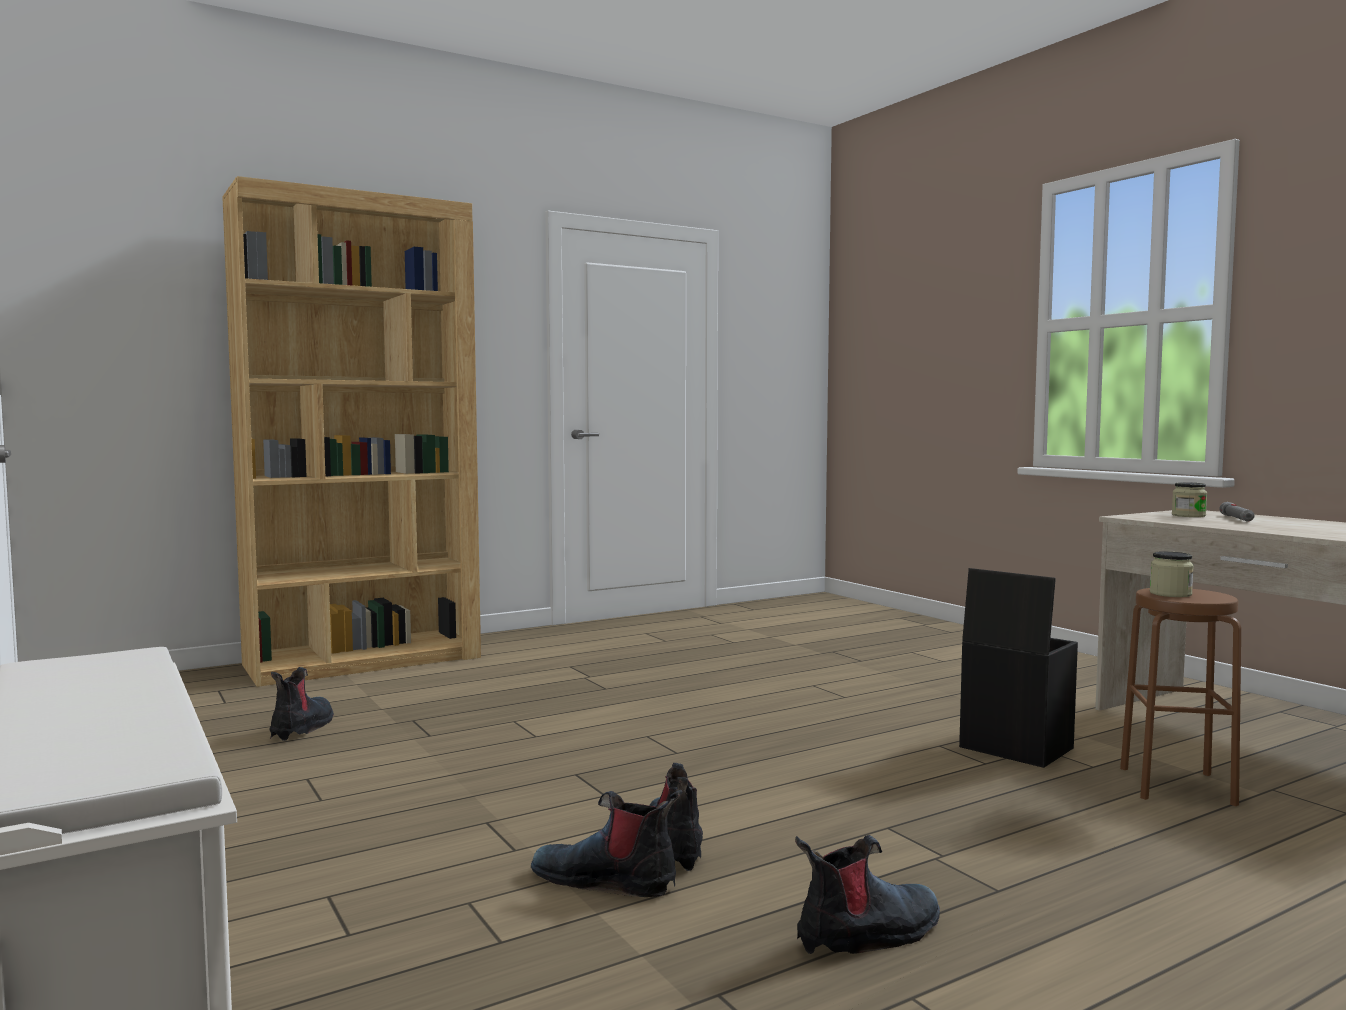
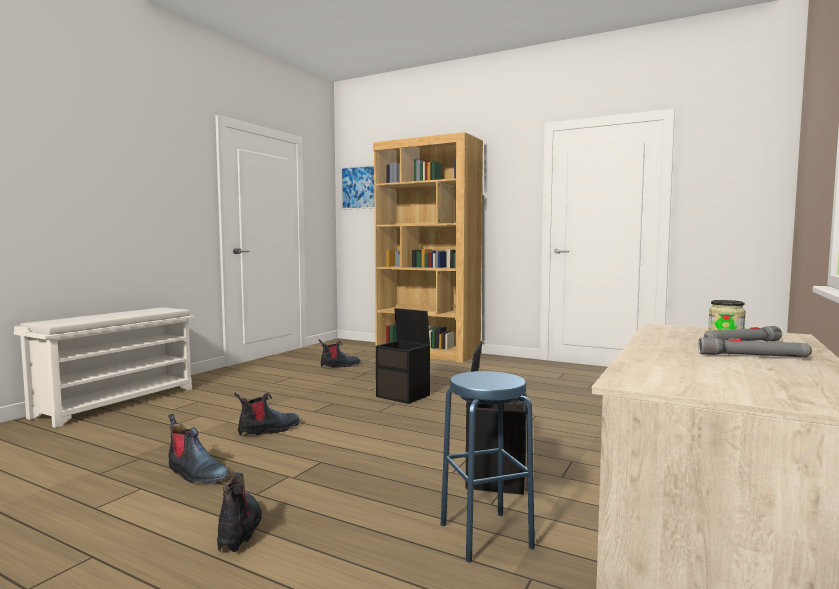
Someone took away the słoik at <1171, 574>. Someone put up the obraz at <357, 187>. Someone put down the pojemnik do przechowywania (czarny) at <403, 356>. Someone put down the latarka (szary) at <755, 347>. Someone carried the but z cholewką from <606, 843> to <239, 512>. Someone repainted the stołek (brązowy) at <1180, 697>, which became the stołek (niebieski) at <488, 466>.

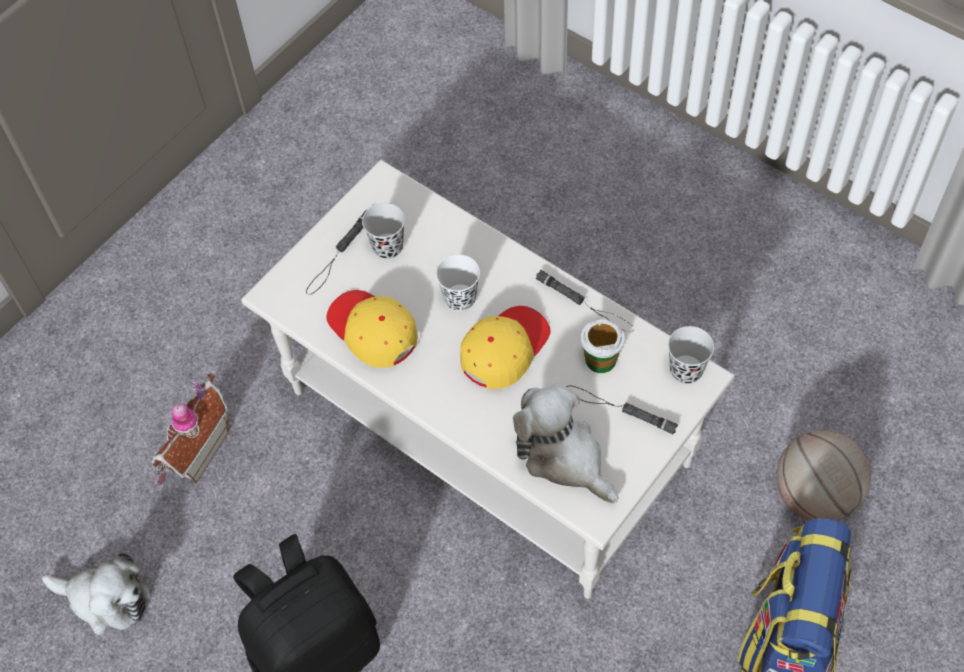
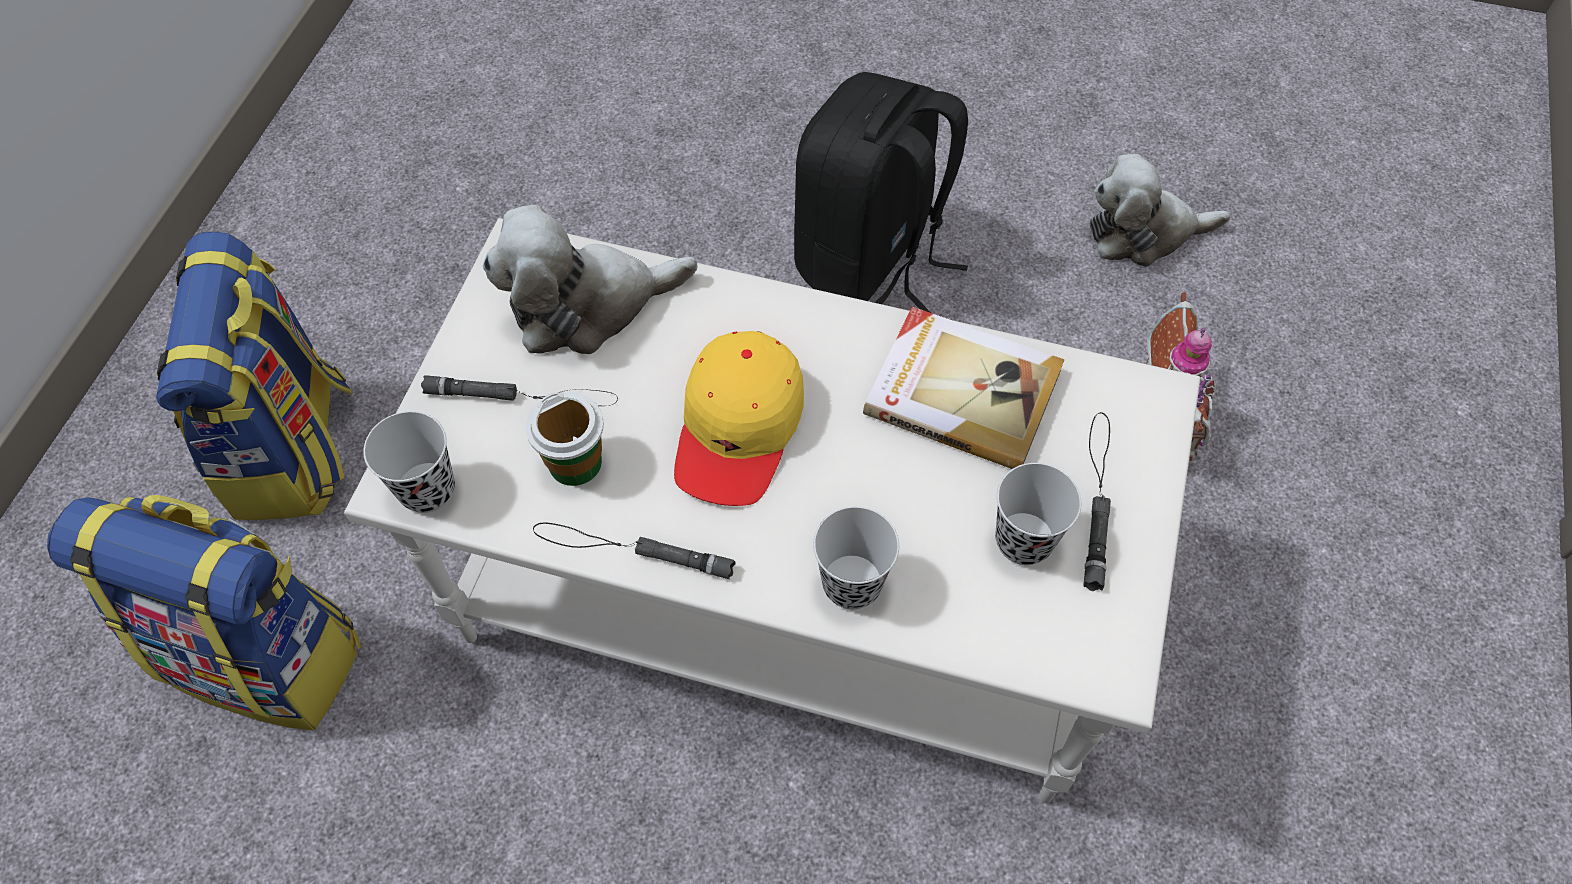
Someone took away the filiżanka (biały) at <458, 283>. Someone put down the filiżanka (czarny) at <856, 557>. Someone swapped the czapka z daszkiem (żółty) at <372, 329> for the książka at <964, 388>. Someone swapped the piłka do koszykówki at <823, 475> for the plecak at <204, 613>. Someone rotated the pluszak at <566, 443> by 135 degrees clockwise.

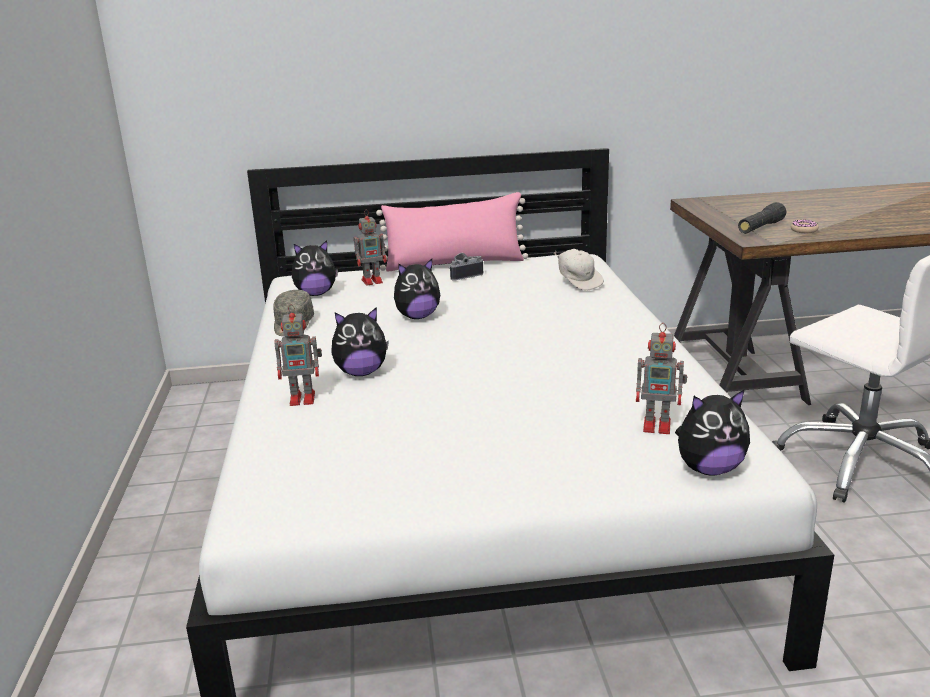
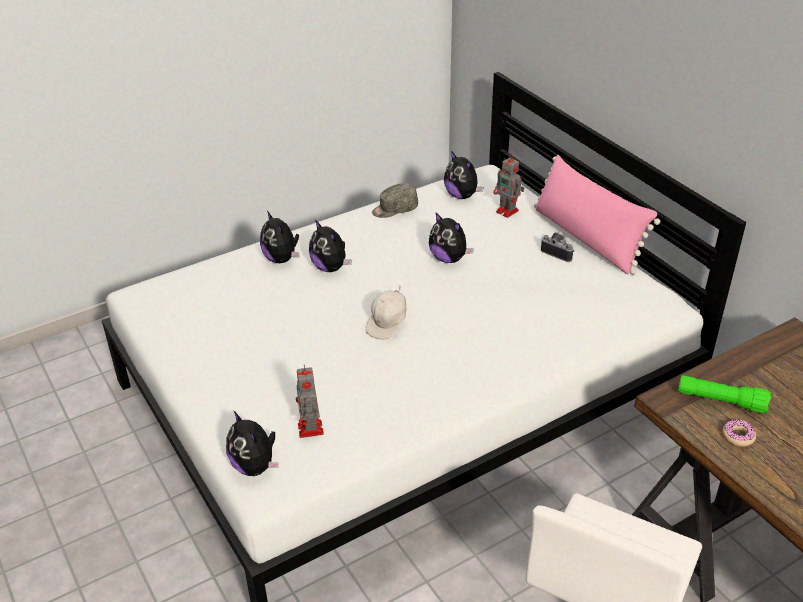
Someone carried the czapka z daszkiem (biały) from <579, 270> to <386, 313>. Someone swapped the robot zabawkowy at <298, 355> for the pluszak at <279, 237>. Someone repainted the latarka (czarny) at <762, 218>, which became the latarka (zielony) at <724, 394>.

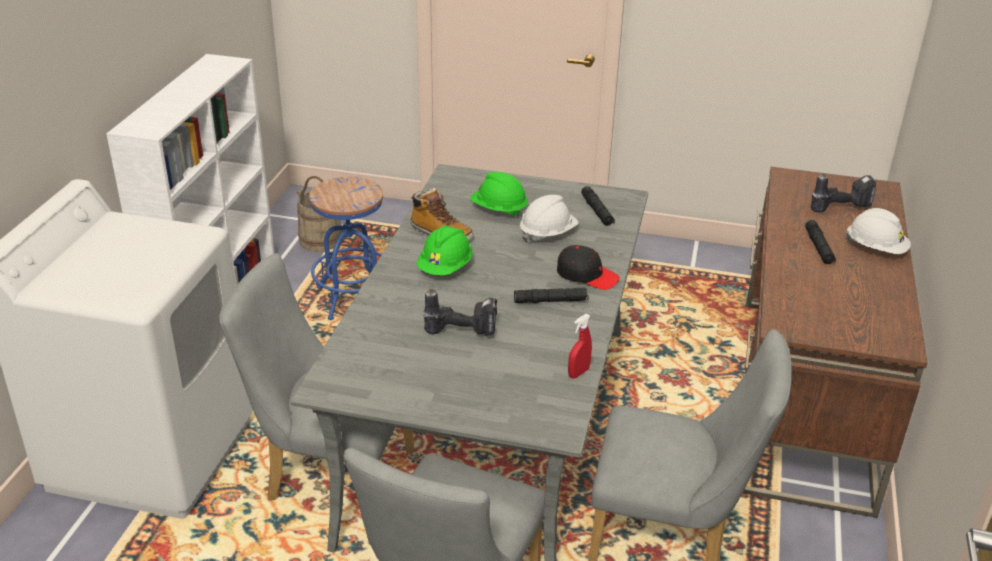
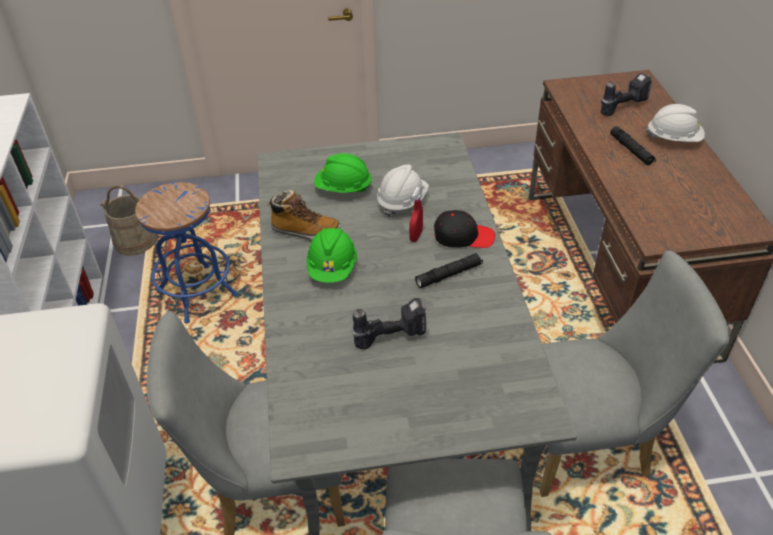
Someone took away the latarka (czarny) at <598, 206>. Someone carried the spryskiwacz (czerwony) from <580, 346> to <416, 214>.

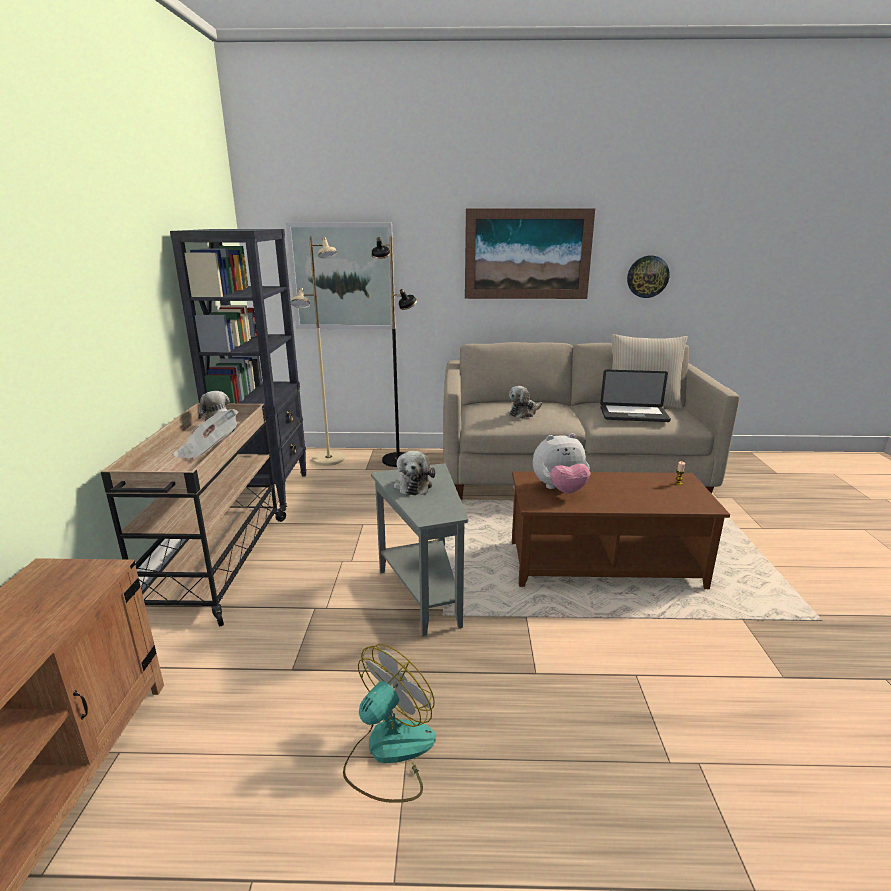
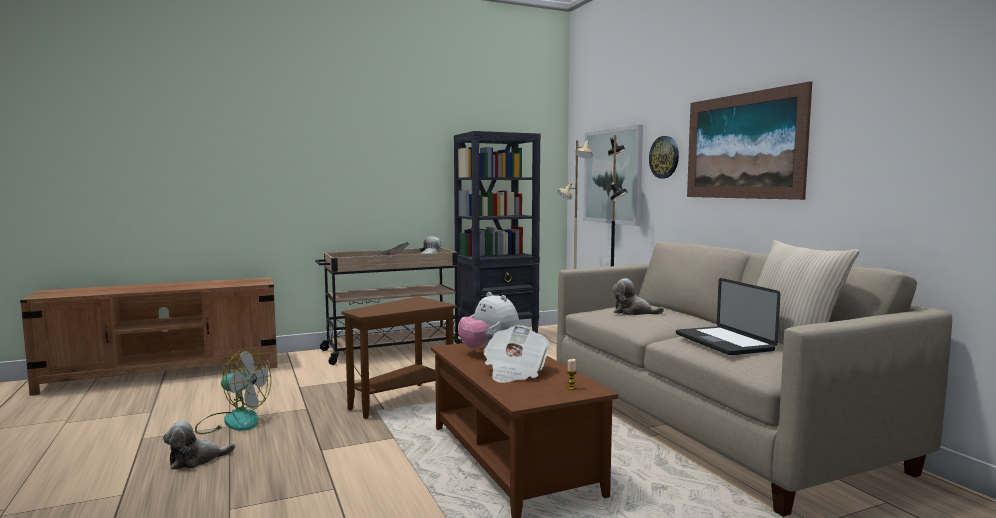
Someone put down the gazeta at <517, 354>. Someone carried the pluszak from <414, 473> to <199, 445>. Someone carried the zegar ścienny from <648, 277> to <664, 157>. Someone repainted the stolik (szary) at <419, 549>, which became the stolik (brązowy) at <399, 357>.

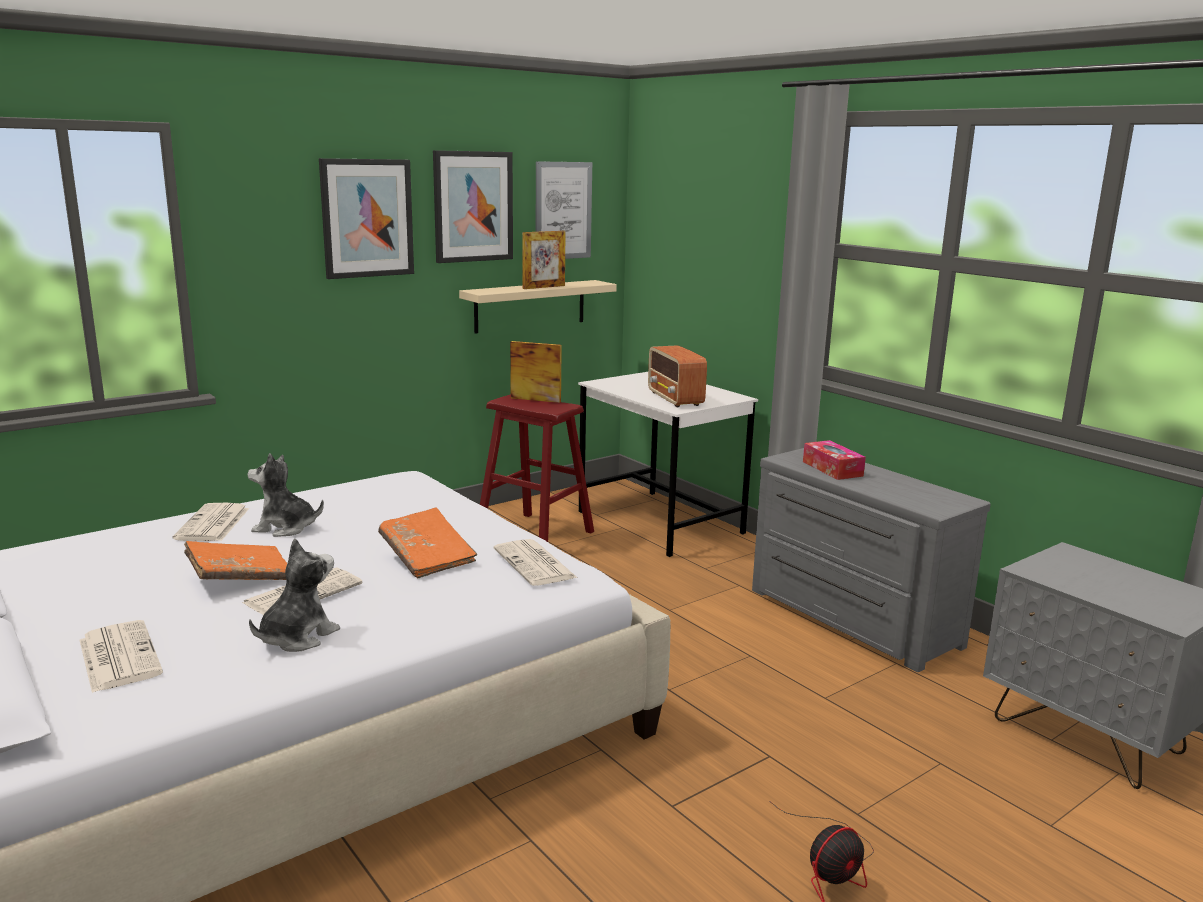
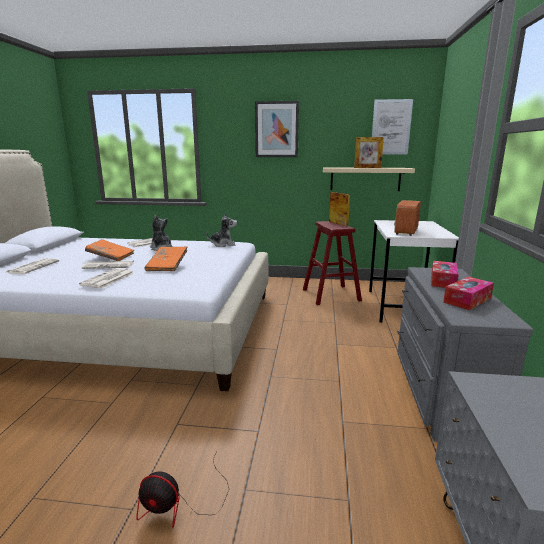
Someone took away the obraz at <473, 206>. Someone put down the pudełko chusteczek at <468, 293>. Someone carried the pluszak from <294, 595> to <221, 229>. Someone carried the gazeta from <536, 562> to <106, 278>.

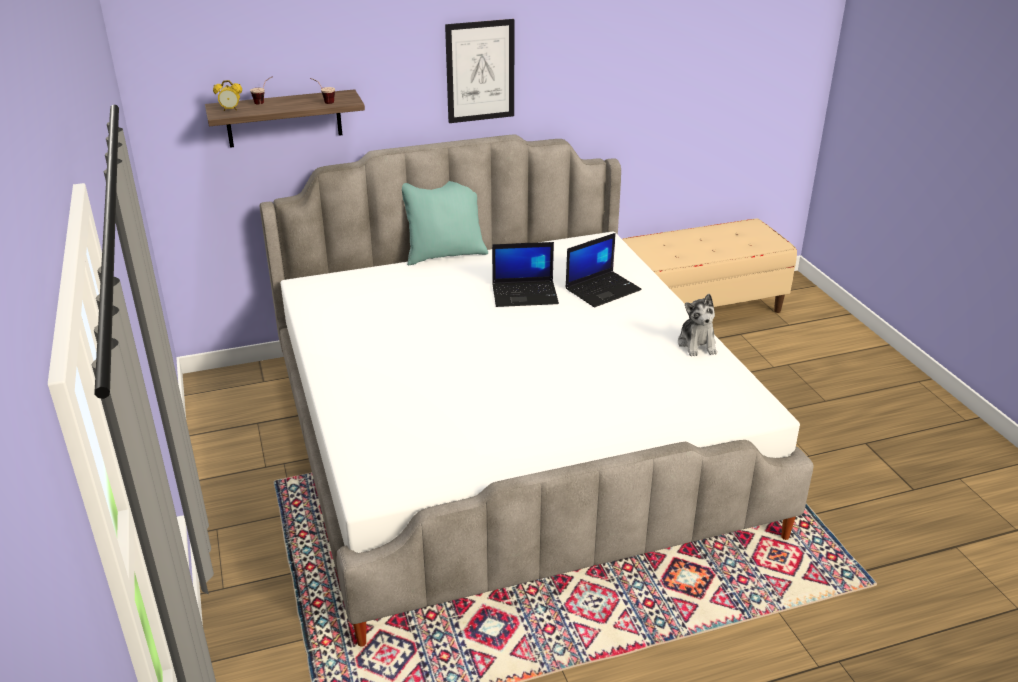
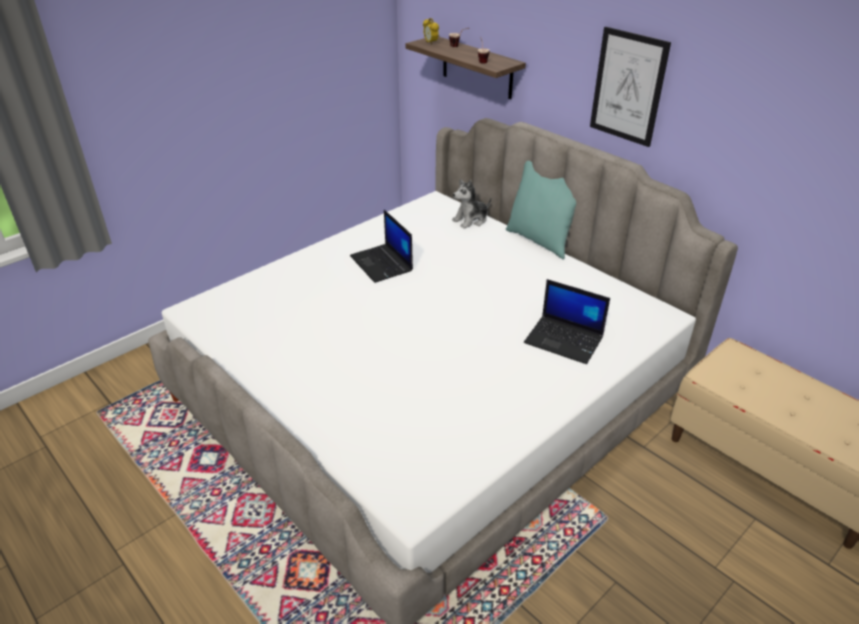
Someone carried the laptop from <525, 274> to <381, 246>. Someone carried the pluszak from <697, 325> to <471, 204>.

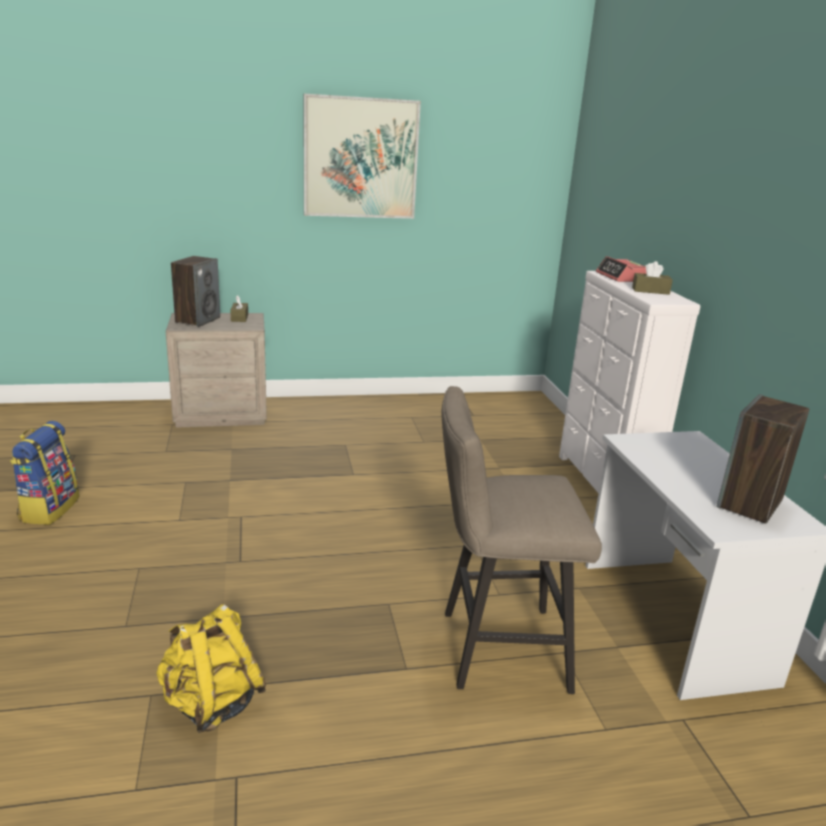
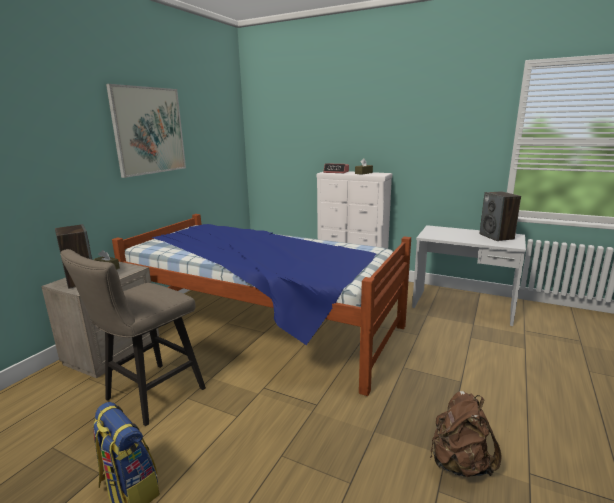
Someone put down the łóżko at <261, 305>. Someone carried the stołek (beżowy) from <521, 540> to <133, 337>. Someone repainted the plecak (żółty) at <211, 668>, which became the plecak (brązowy) at <466, 434>.

